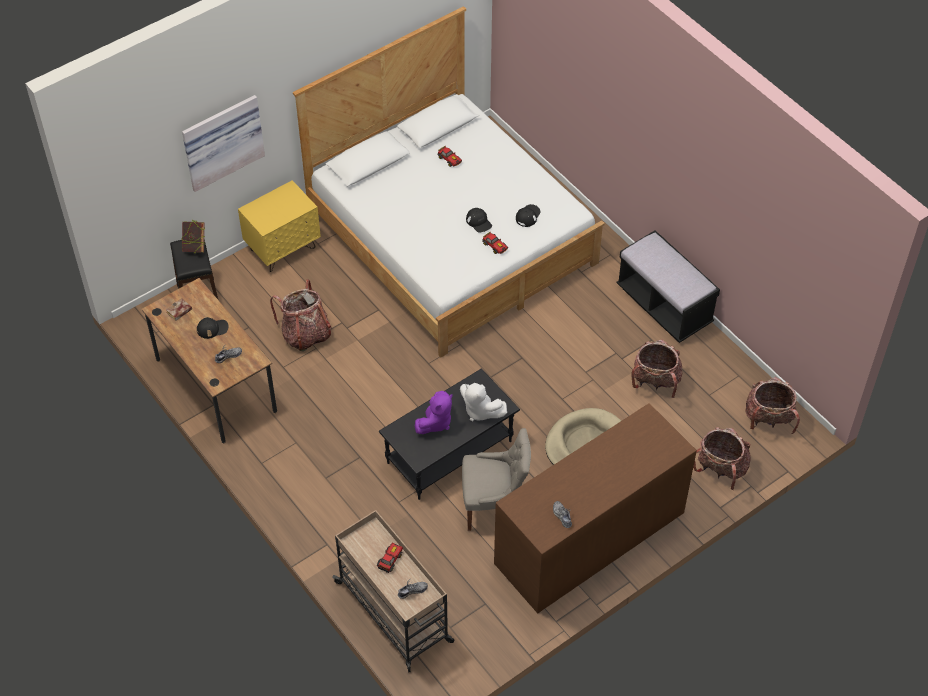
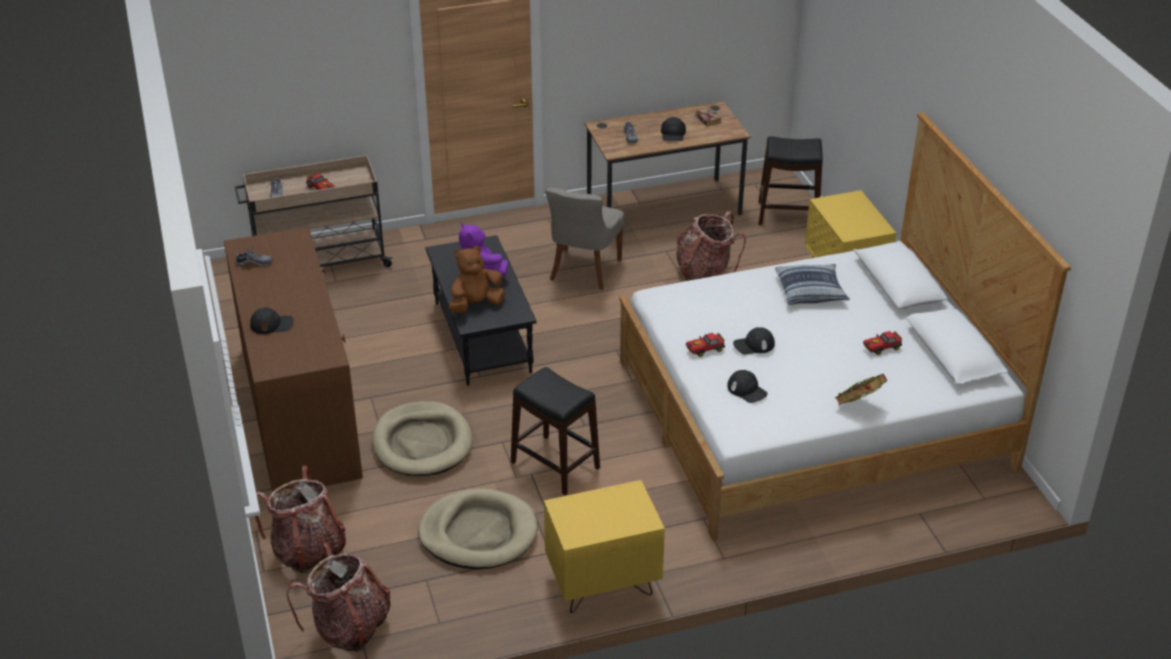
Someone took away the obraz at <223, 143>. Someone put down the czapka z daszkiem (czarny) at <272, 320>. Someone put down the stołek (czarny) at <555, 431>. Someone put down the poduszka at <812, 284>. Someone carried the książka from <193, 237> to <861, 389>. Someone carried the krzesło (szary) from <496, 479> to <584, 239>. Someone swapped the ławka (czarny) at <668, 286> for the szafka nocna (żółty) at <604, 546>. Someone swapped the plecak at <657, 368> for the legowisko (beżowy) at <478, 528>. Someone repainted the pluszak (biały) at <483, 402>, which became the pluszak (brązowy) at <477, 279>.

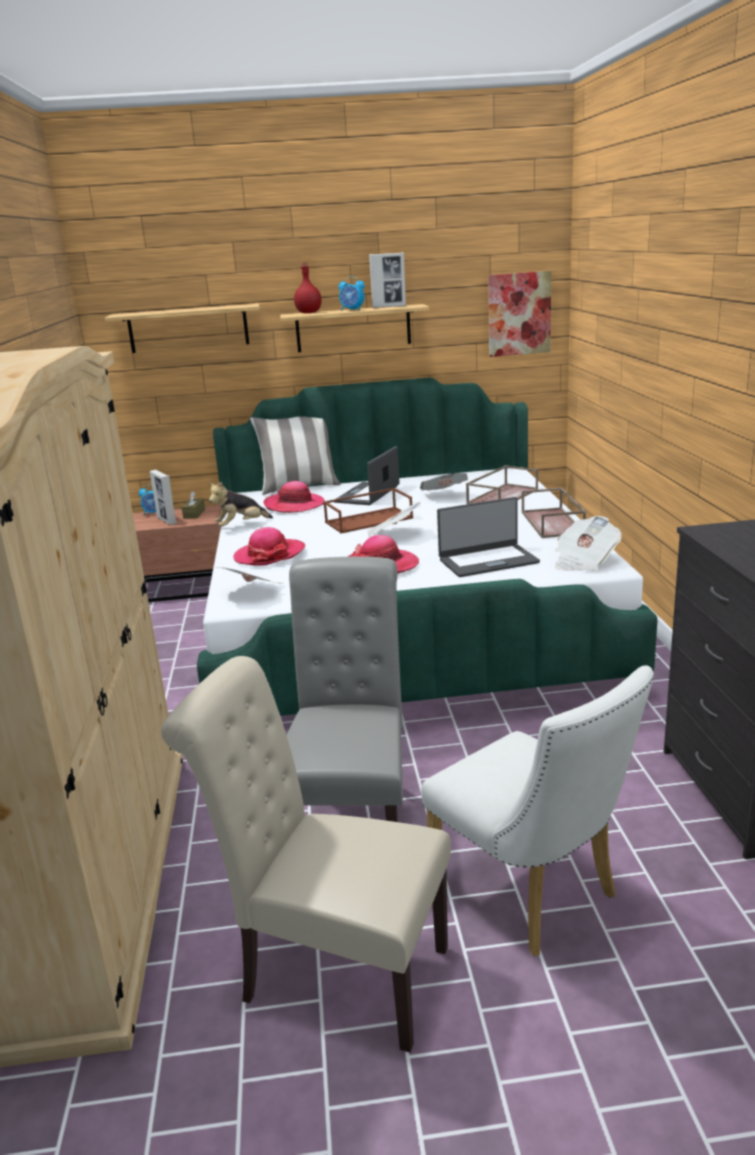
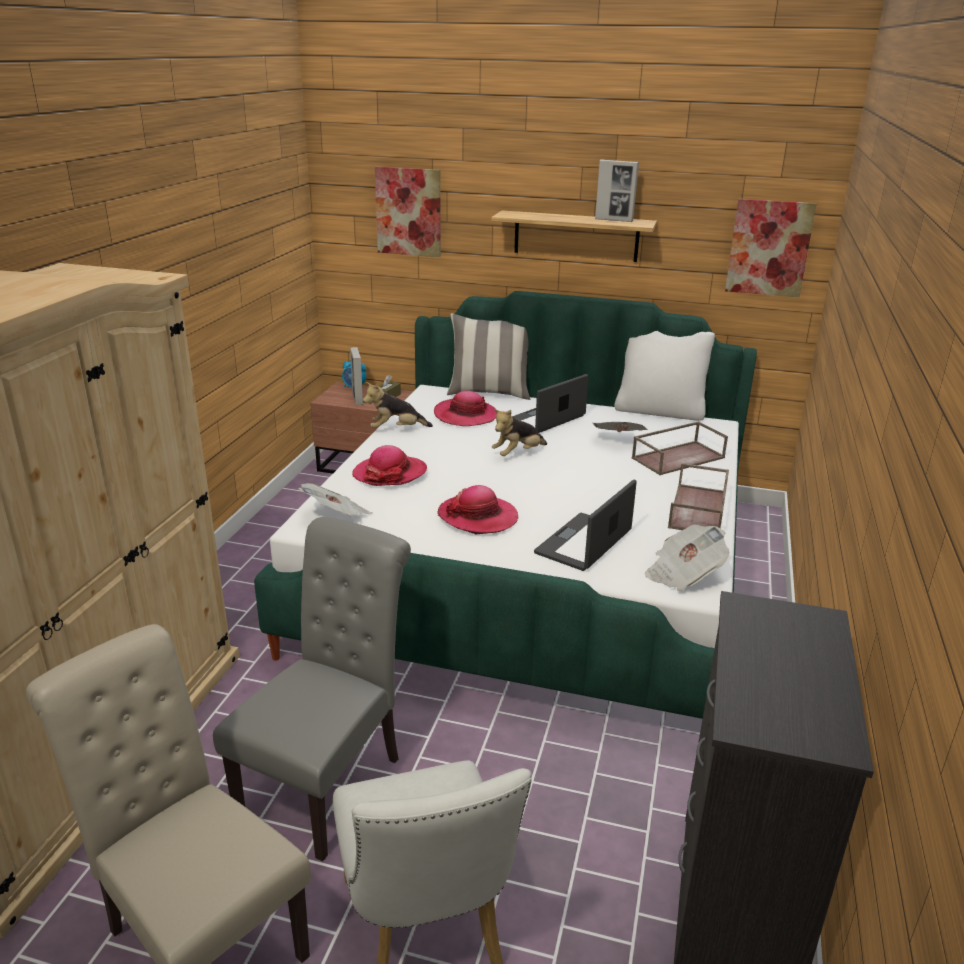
Someone took away the butelka (czerwony) at <308, 287>. Someone took away the budzik at <352, 293>. Someone took away the gazeta at <394, 520>. Someone put down the poduszka (biały) at <664, 376>. Someone swapped the półka at <182, 328> for the obraz at <408, 211>. Someone swapped the taca (brązowy) at <368, 510> for the pluszak at <519, 432>. Someone rotated the laptop at <488, 537> by 120 degrees clockwise.

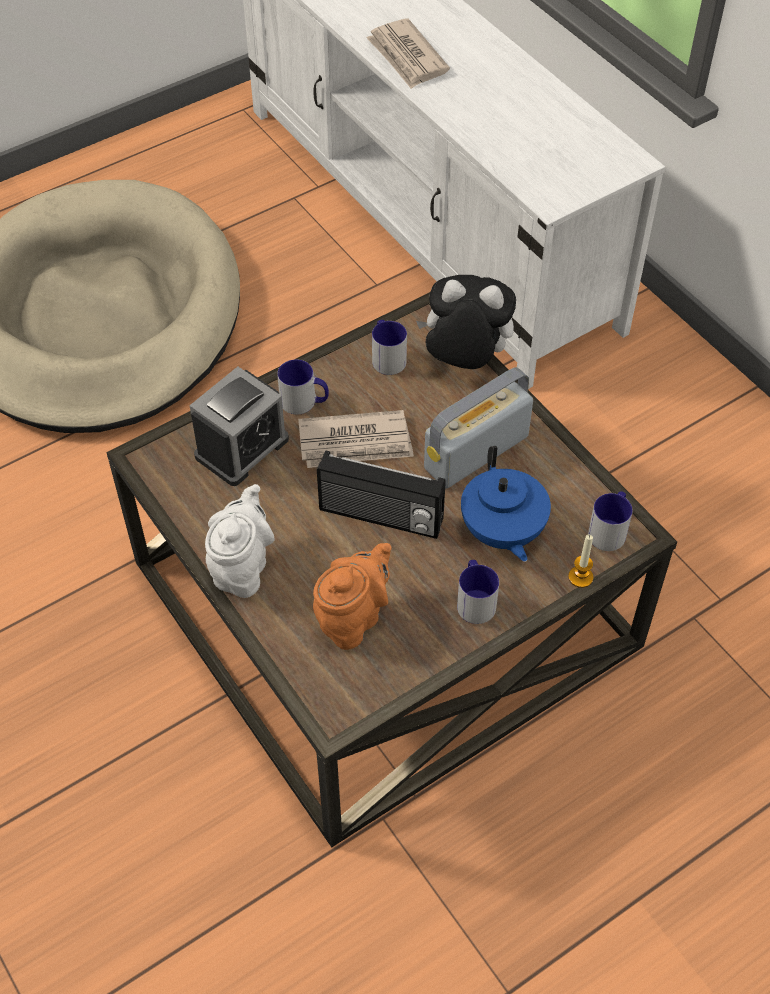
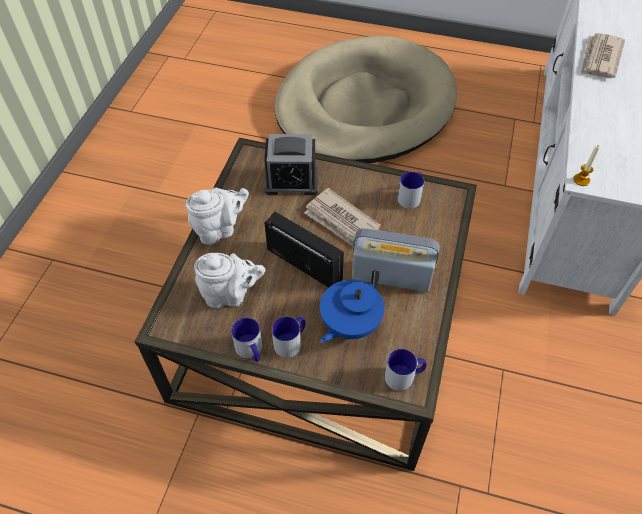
Someone took away the pluszak at <466, 322>. Someone carried the kubek from <303, 387> to <246, 339>. Someone carried the świeca from <580, 561> to <586, 165>. Someone repainted the imbryk (pomarańczowy) at <352, 596>, which became the imbryk (biały) at <229, 280>. Someone rotated the radio at <381, 495> by 150 degrees clockwise.

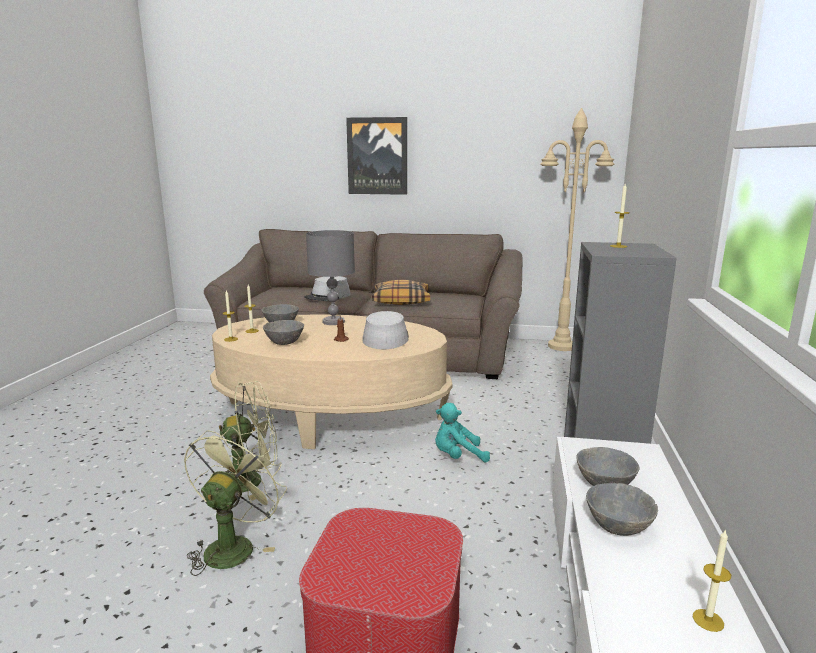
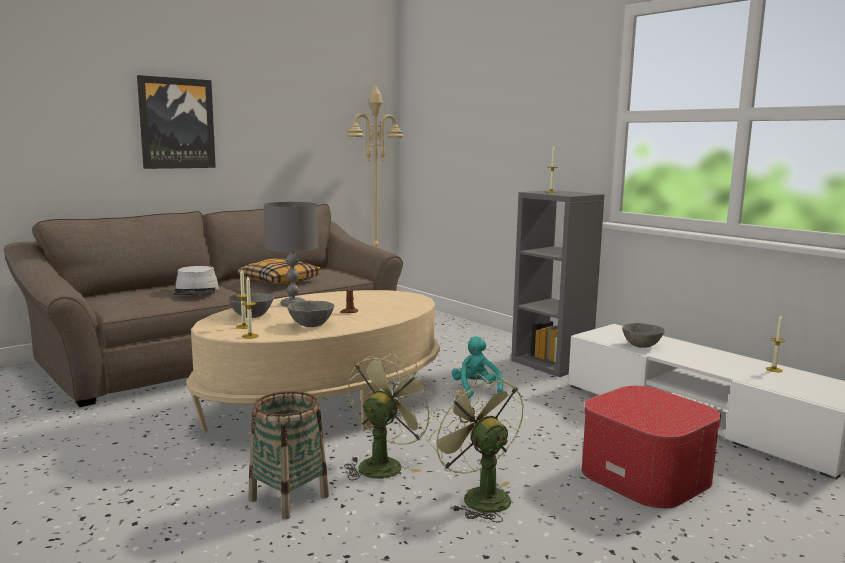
Someone took away the kapelusz (szary) at <385, 330>. Someone took away the miska (szary) at <622, 509>. Someone put down the koszyk at <288, 455>. Someone rotated the pluszak (turkusowy) at <462, 432> by 135 degrees clockwise.

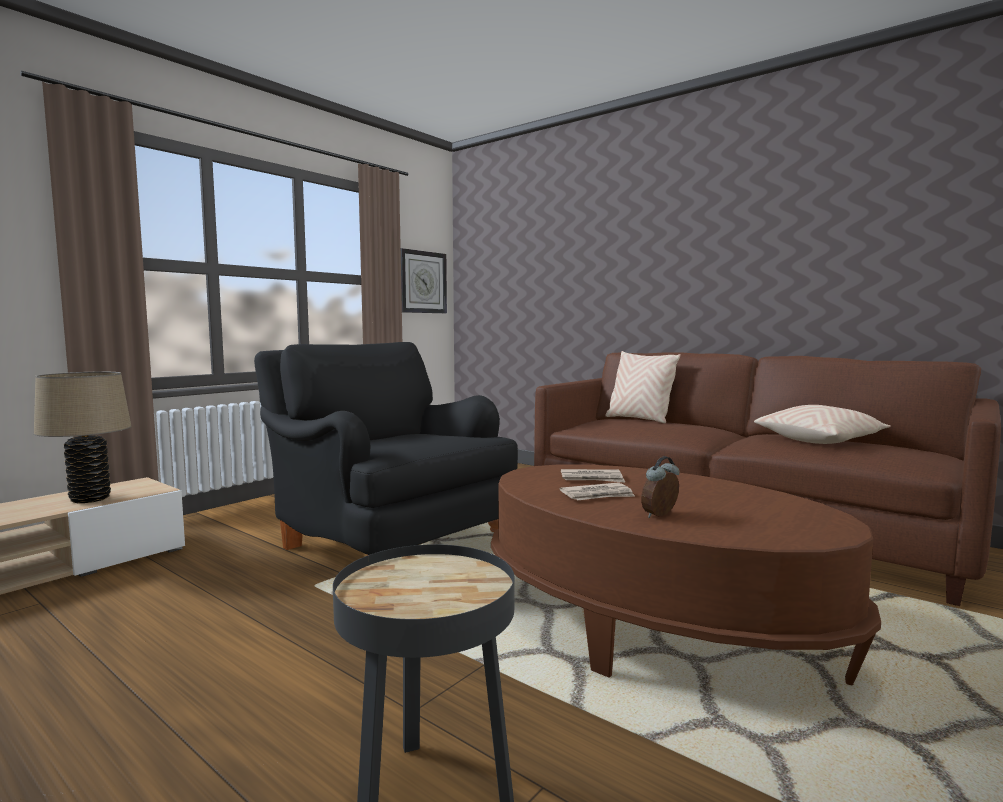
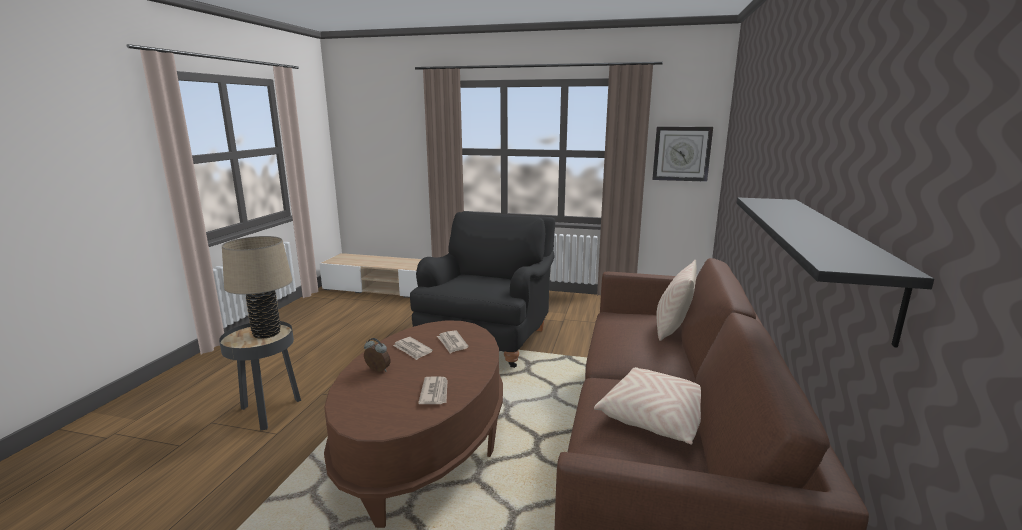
Someone put down the gazeta at <433, 390>. Someone put up the półka (czarny) at <835, 273>. Someone carried the lampa stołowa (beżowy) from <82, 437> to <257, 287>.

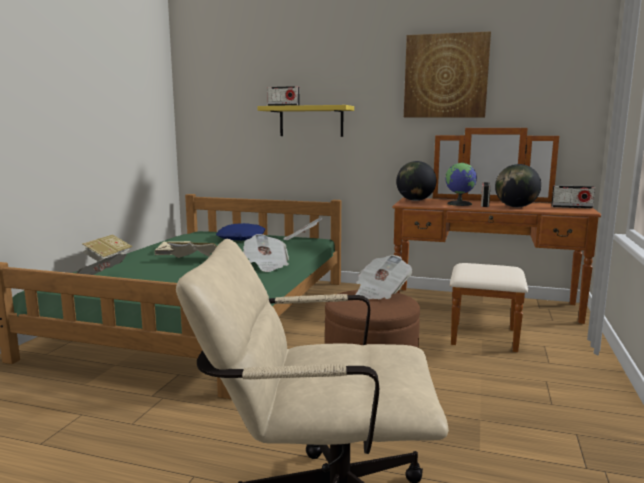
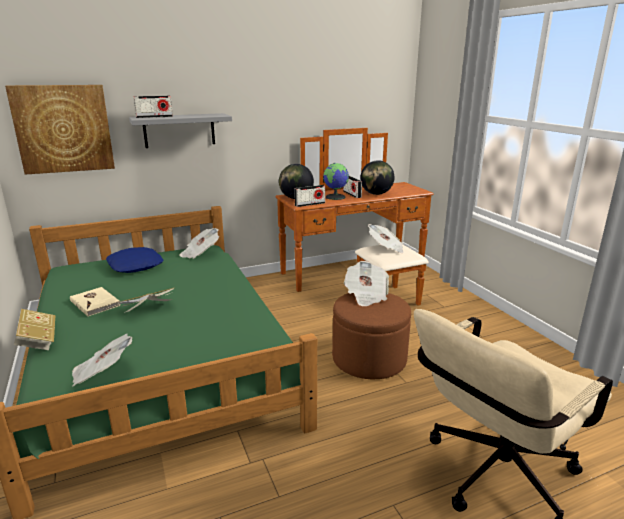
Someone carried the gazeta from <266, 253> to <385, 238>. Someone carried the obraz from <447, 74> to <60, 130>. Someone carried the radio from <573, 197> to <309, 196>. Someone repainted the półka (żółty) at <305, 121>, which became the półka (szary) at <180, 130>.

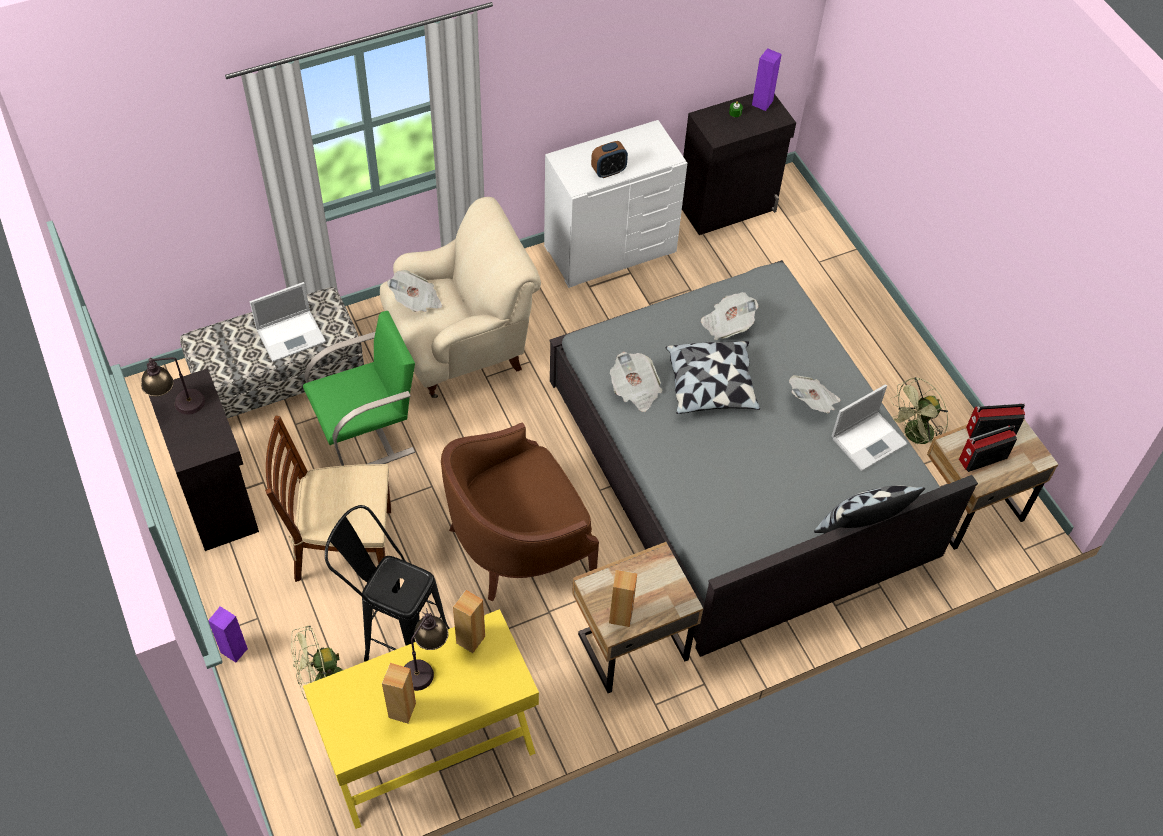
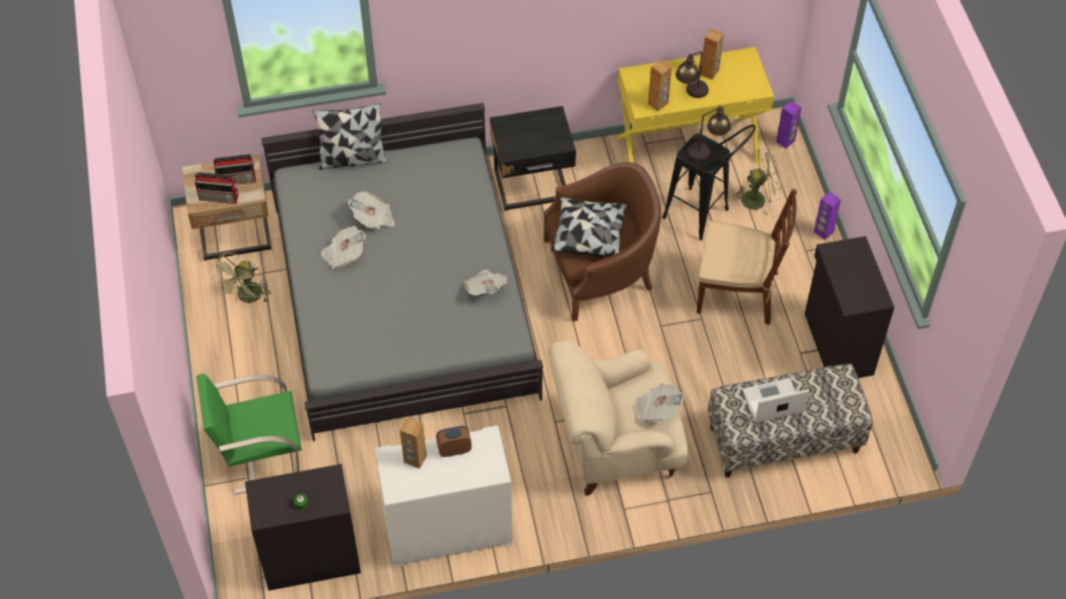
Someone took away the laptop at <870, 427>. Someone carried the lampa stołowa from <173, 385> to <709, 133>. Someone carried the krzesło (zielony) from <359, 388> to <249, 434>. Someone carried the głośnik (brązowy) from <623, 598> to <413, 443>. Someone carried the poduszka from <713, 377> to <589, 227>. Someone carried the gazeta from <730, 316> to <371, 210>. Someone carried the głośnik (fioletowy) from <767, 79> to <789, 125>. Someone repainted the szafka nocna (beżowy) at <637, 617>, which became the szafka nocna (czarny) at <533, 158>. Someone rotated the wentylator (zielony) at <919, 410> by 135 degrees clockwise.

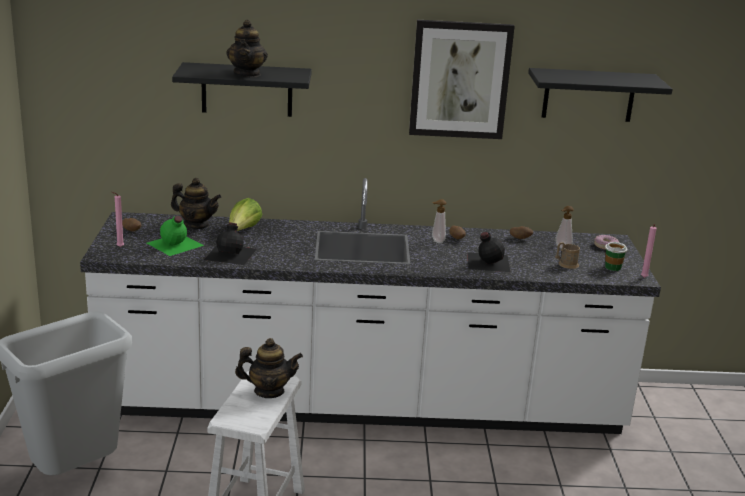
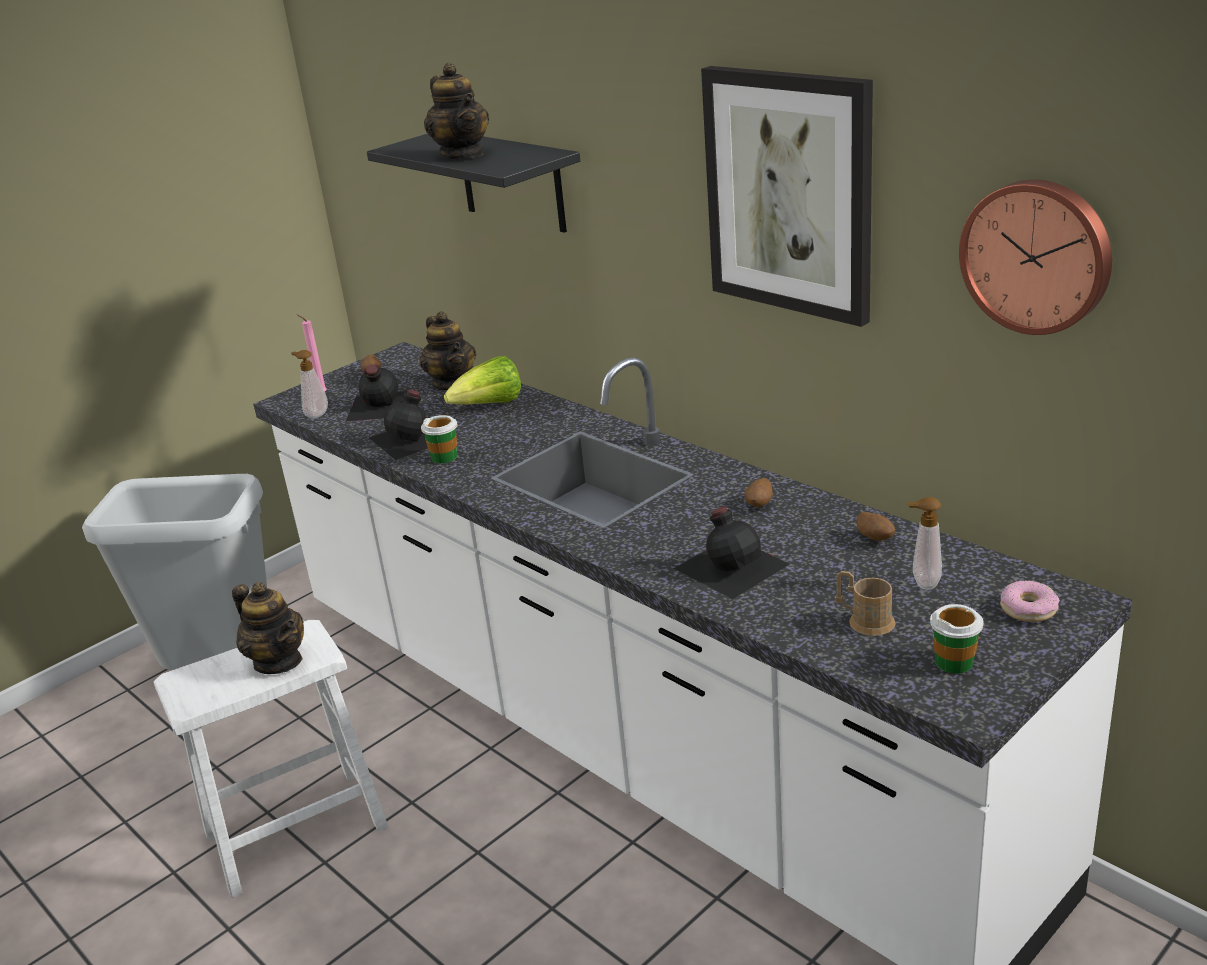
Someone took away the świeca (różowy) at <649, 251>. Someone put down the filiżanka at <439, 439>. Someone carried the dozownik mydła from <439, 221> to <309, 384>. Someone swapped the półka (czarny) at <600, 95> for the zegar ścienny at <1035, 257>. Someone repainted the butelka (zielony) at <175, 236>, which became the butelka (czarny) at <380, 393>. Someone rotated the imbryk at <247, 48> by 75 degrees counterclockwise.

